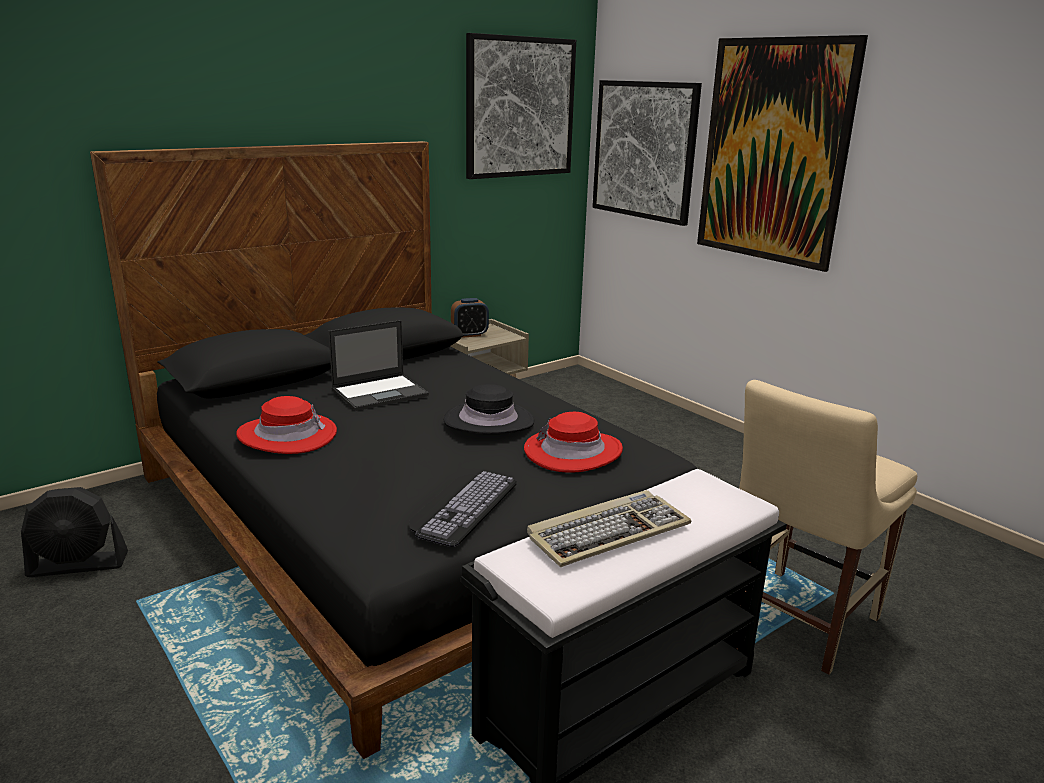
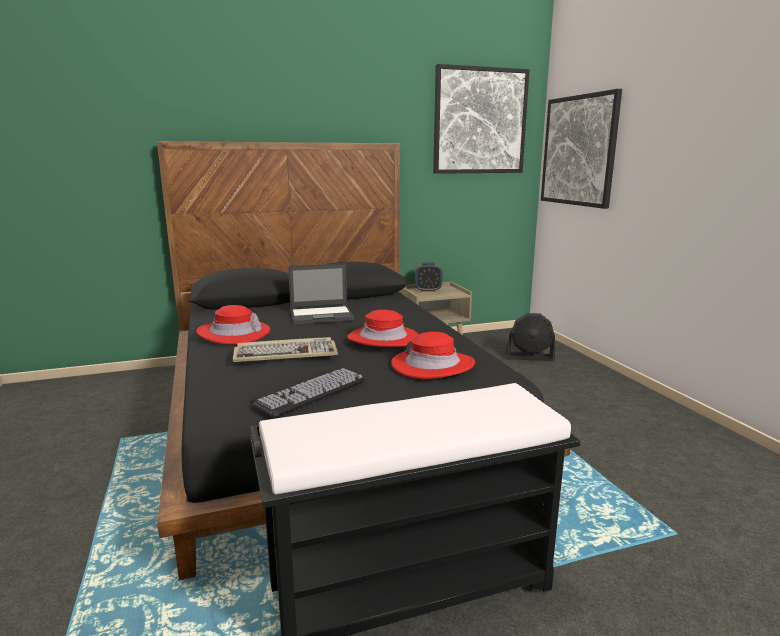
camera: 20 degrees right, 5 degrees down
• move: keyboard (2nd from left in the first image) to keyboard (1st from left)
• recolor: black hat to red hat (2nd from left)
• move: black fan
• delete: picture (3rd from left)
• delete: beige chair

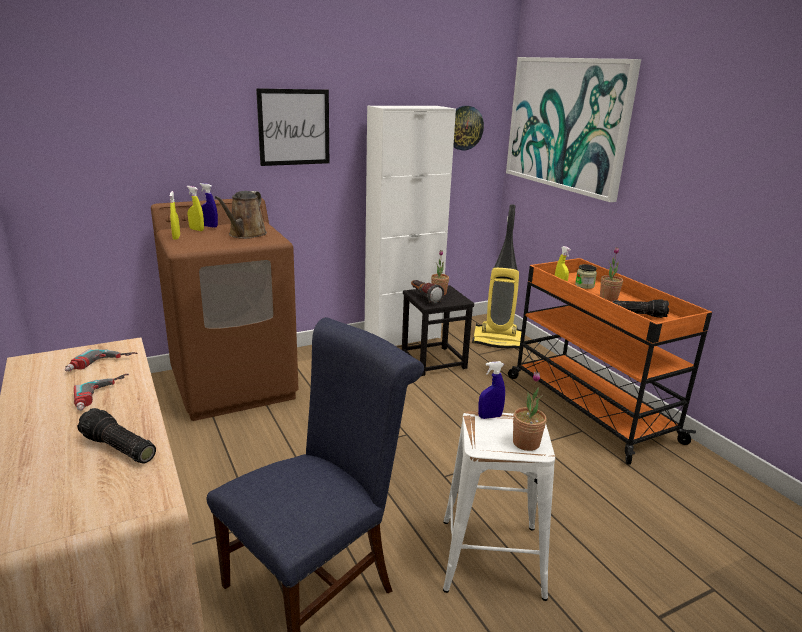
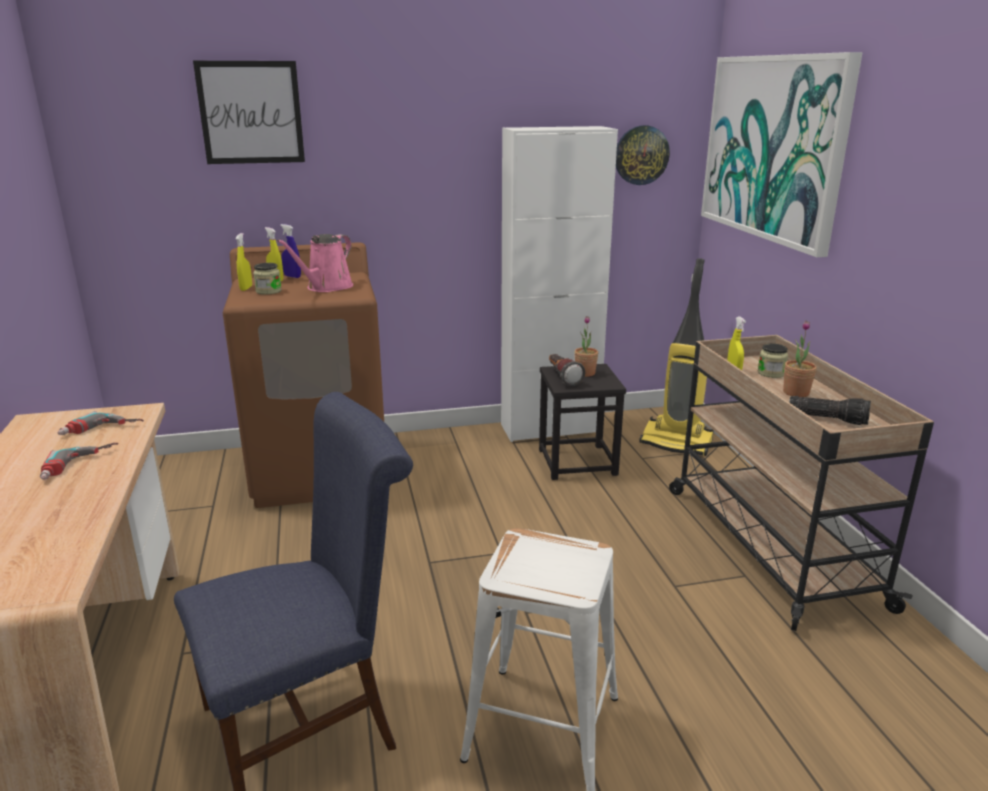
camera: 15 degrees right, 0 degrees up
• move: picture (1st from left)
• insert: jar (1st from left)
• recolor: brown watering can to pink watering can
• recolor: orange cart to beige cart
• delete: flashlight (1st from left)
• delete: blue spray bottle (2nd from left)
• delete: potted plant (2nd from left)

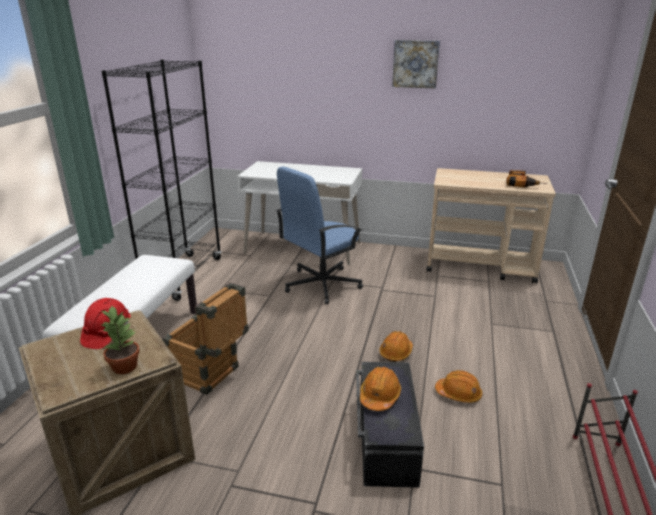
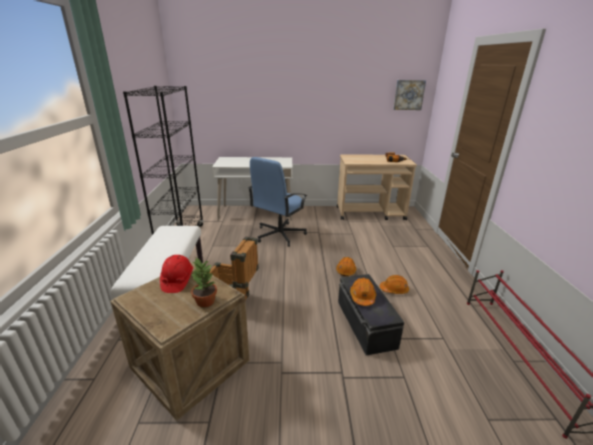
camera: 15 degrees left, 0 degrees up
• move: picture

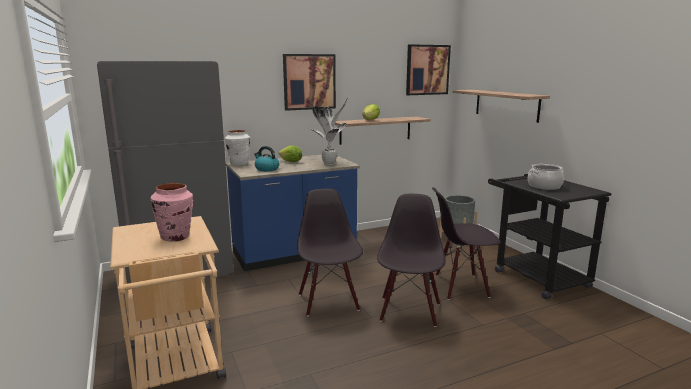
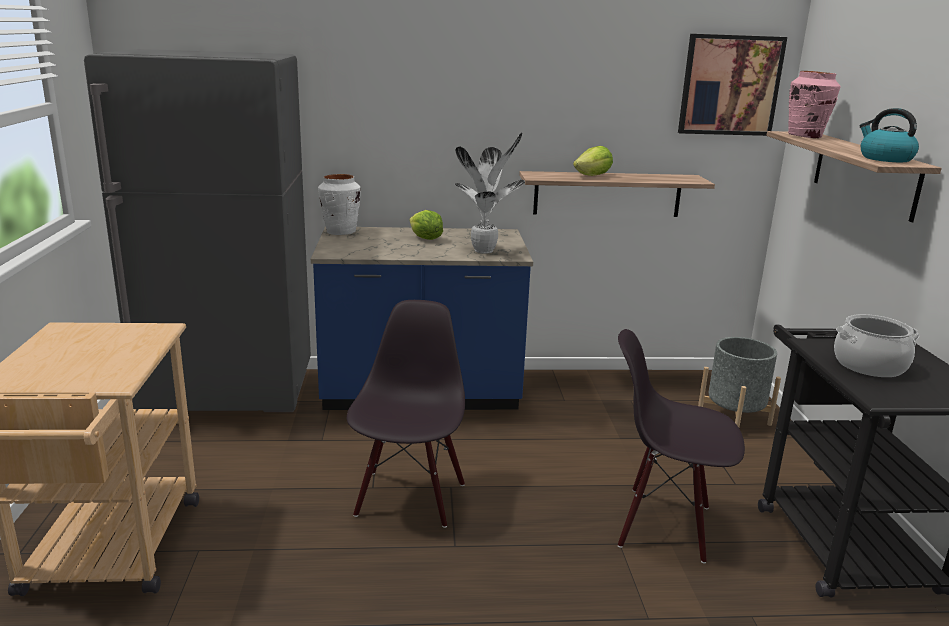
camera: 20 degrees right, 5 degrees up
• move: pink vase
• move: kettle
• delete: picture (1st from left)
• delete: black chair (2nd from left)

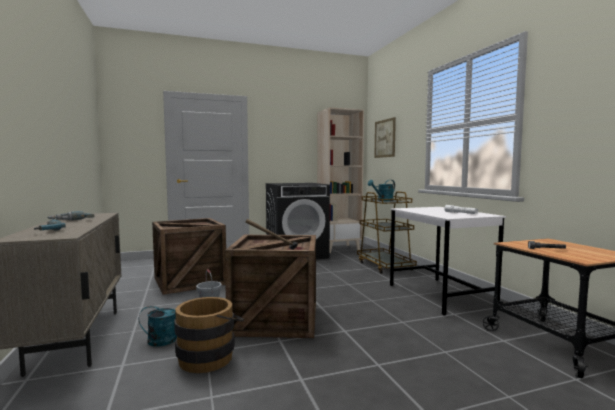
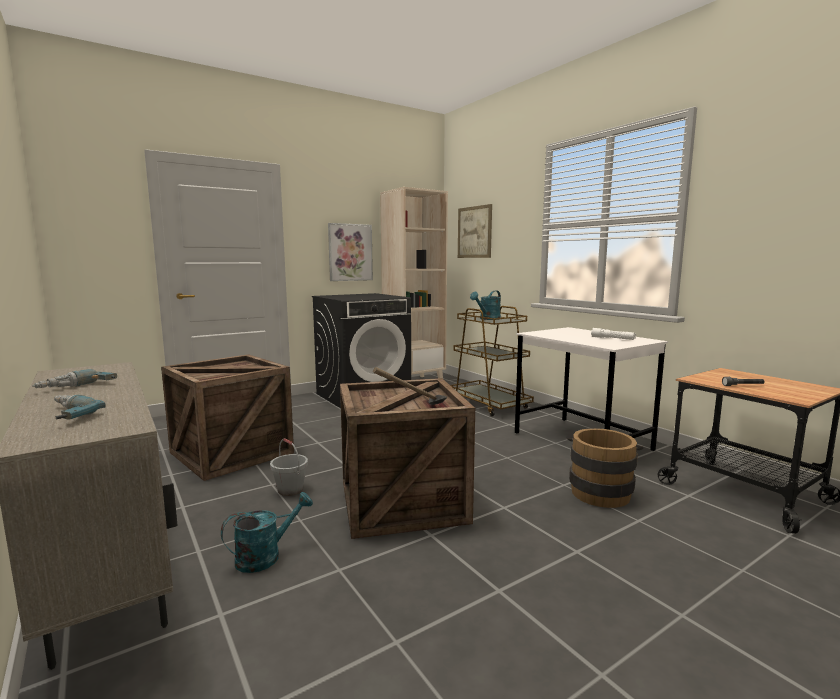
camera: 15 degrees left, 5 degrees up
• insert: picture (1st from left)
• move: brown bucket

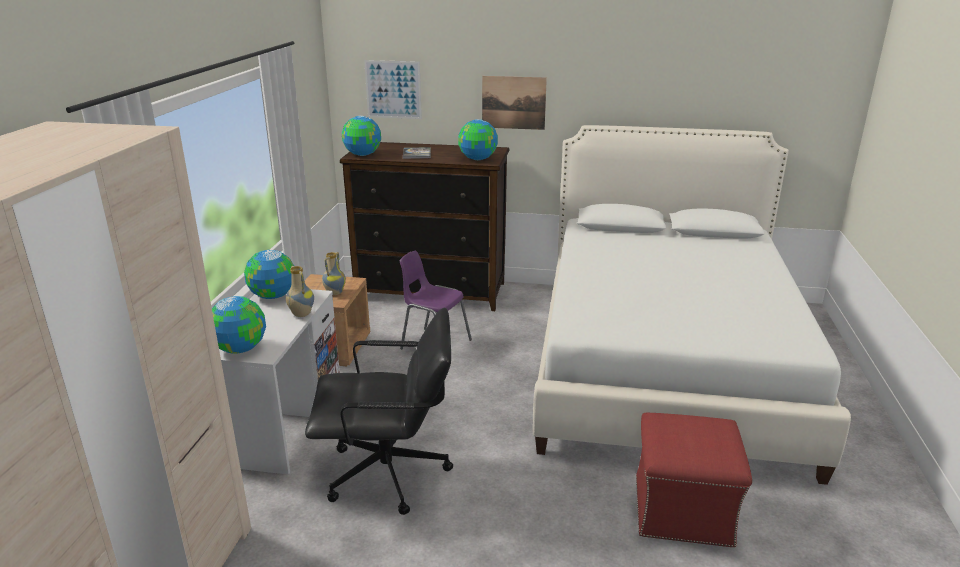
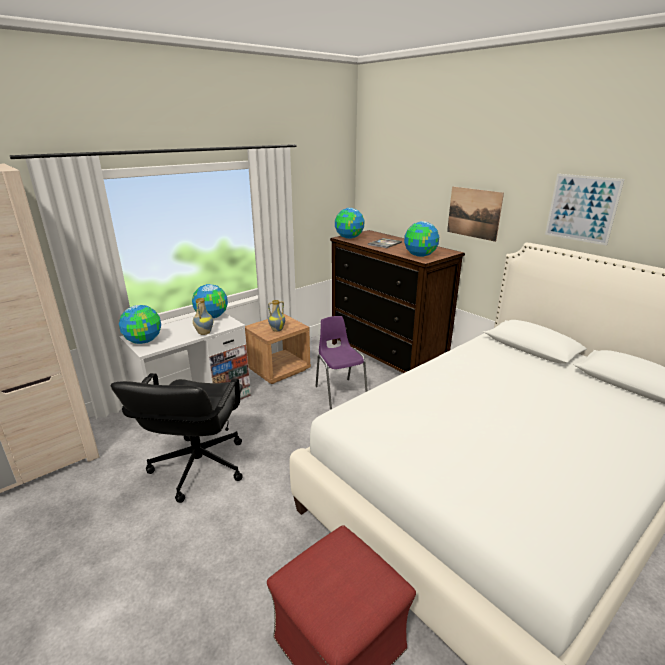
camera: 40 degrees right, 0 degrees up
• rotate: black office chair 60 degrees clockwise
• move: picture (1st from left in the first image) to picture (2nd from left)

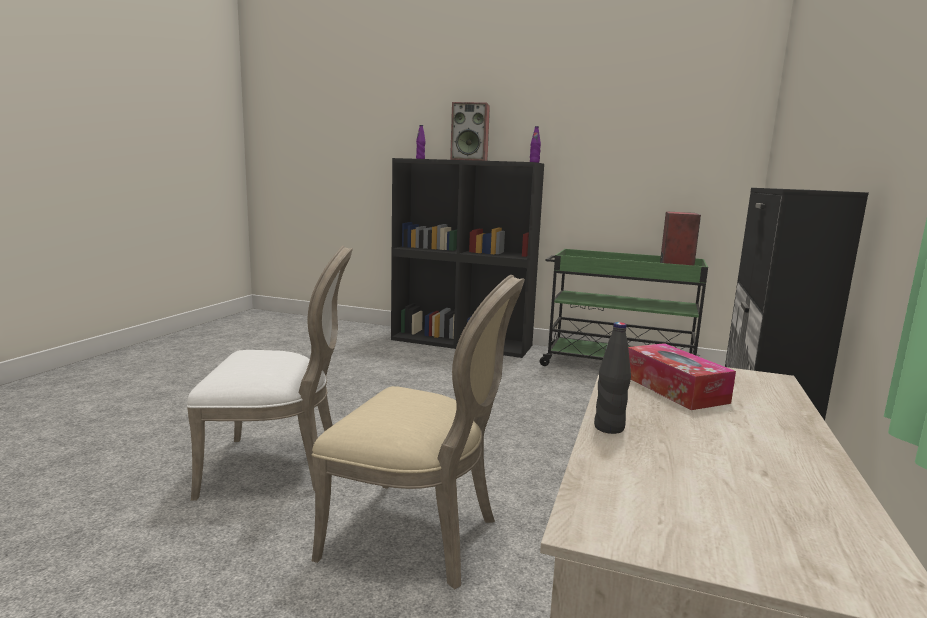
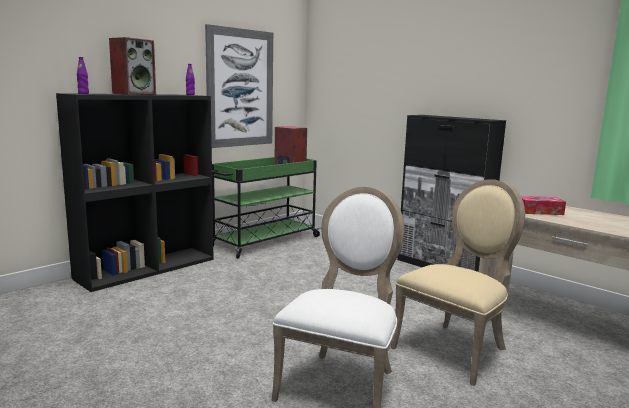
camera: 65 degrees left, 0 degrees up
• insert: picture
• delete: black bottle

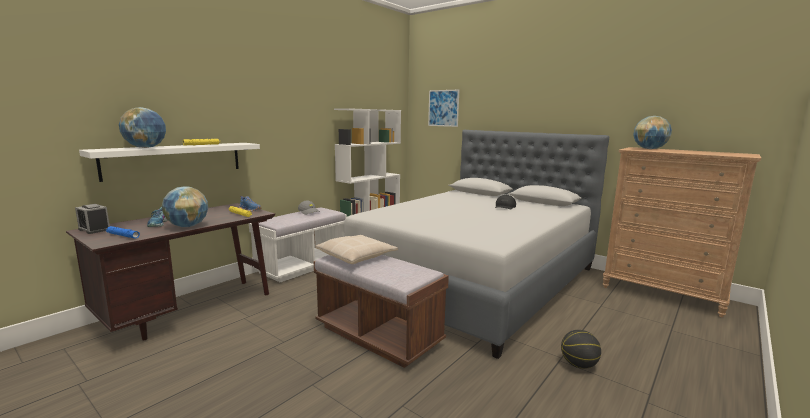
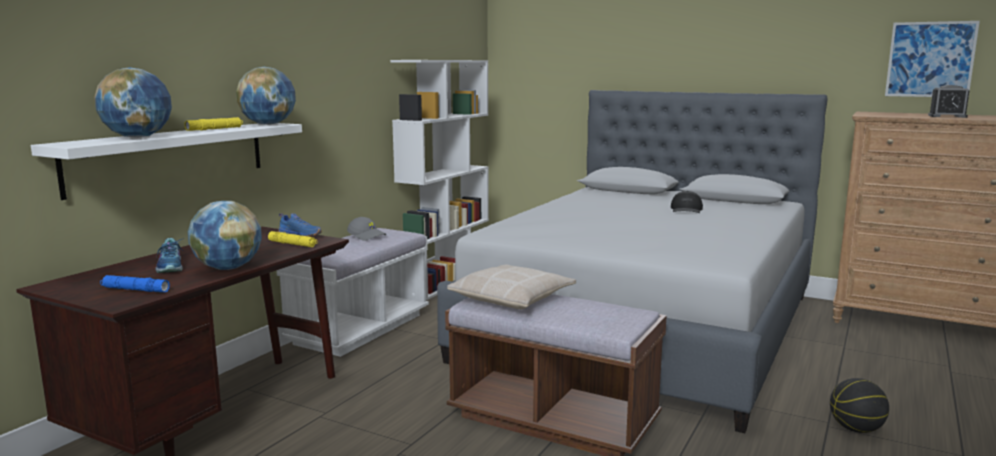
camera: 10 degrees left, 0 degrees up
• move: globe (3rd from left)
• move: picture
• move: alarm clock

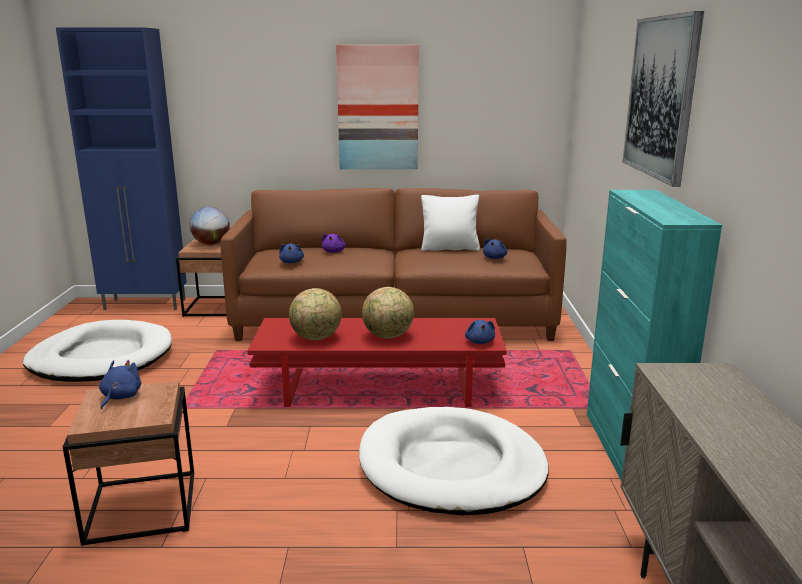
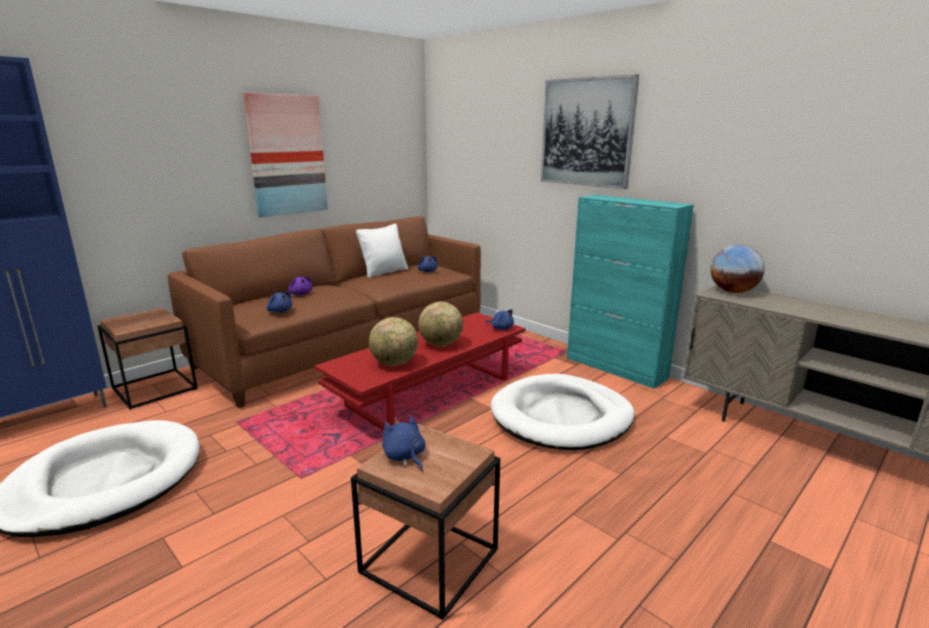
camera: 45 degrees left, 0 degrees up
• move: globe (1st from left in the first image) to globe (3rd from left)

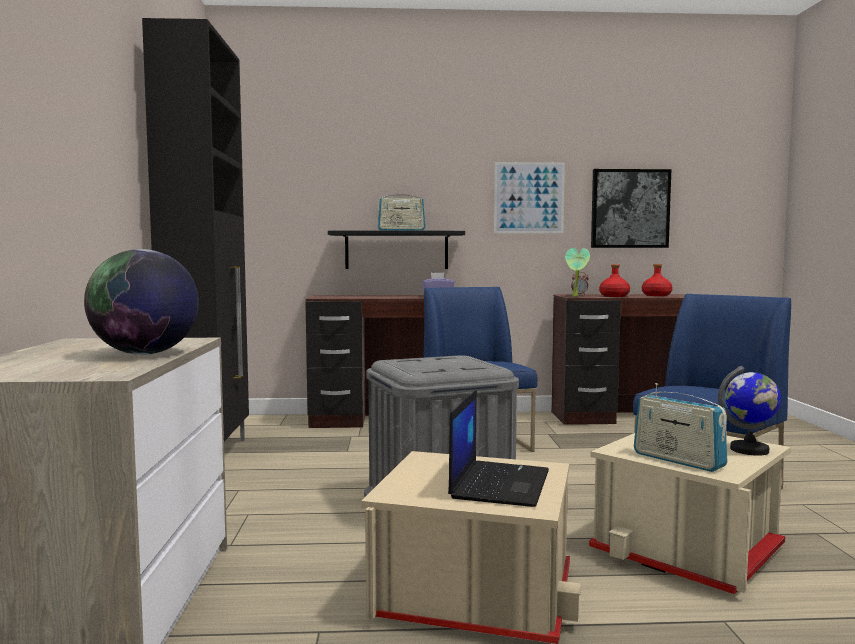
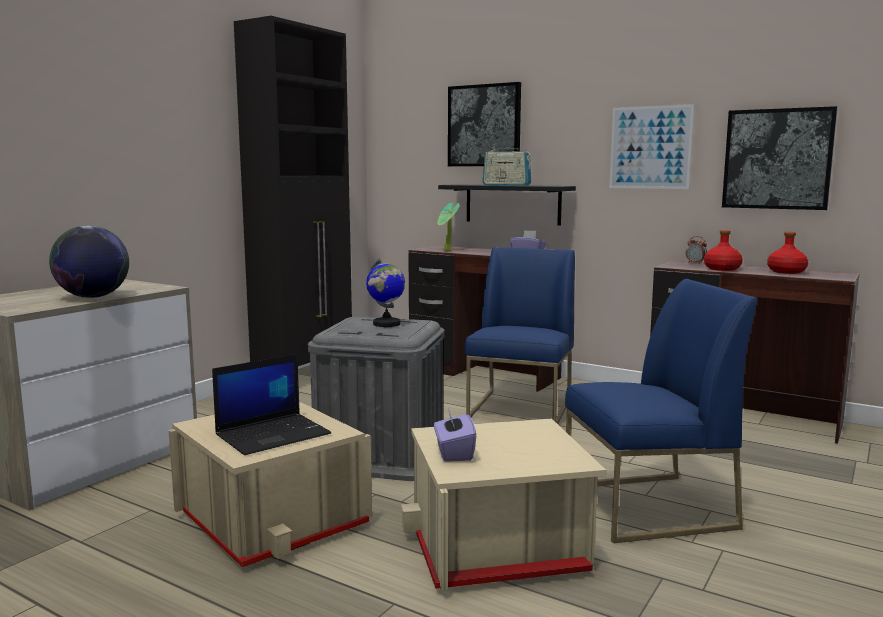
camera: 35 degrees right, 5 degrees up
• move: globe (2nd from left)
• replace: radio (2nd from left) to purple tissue box (1st from left)
• move: potted plant
• insert: picture (1st from left)

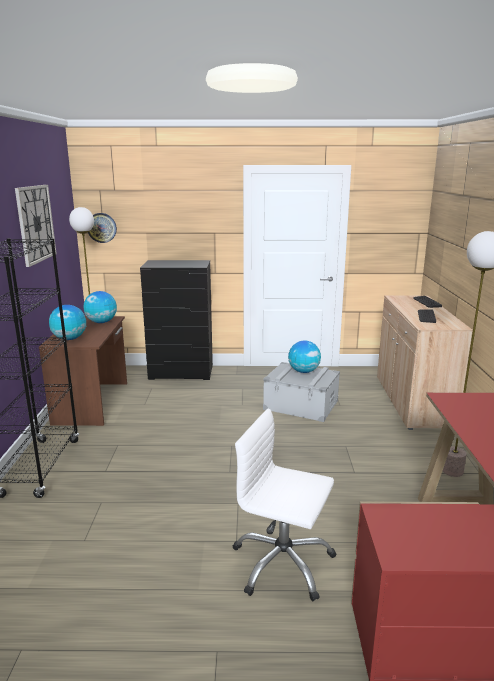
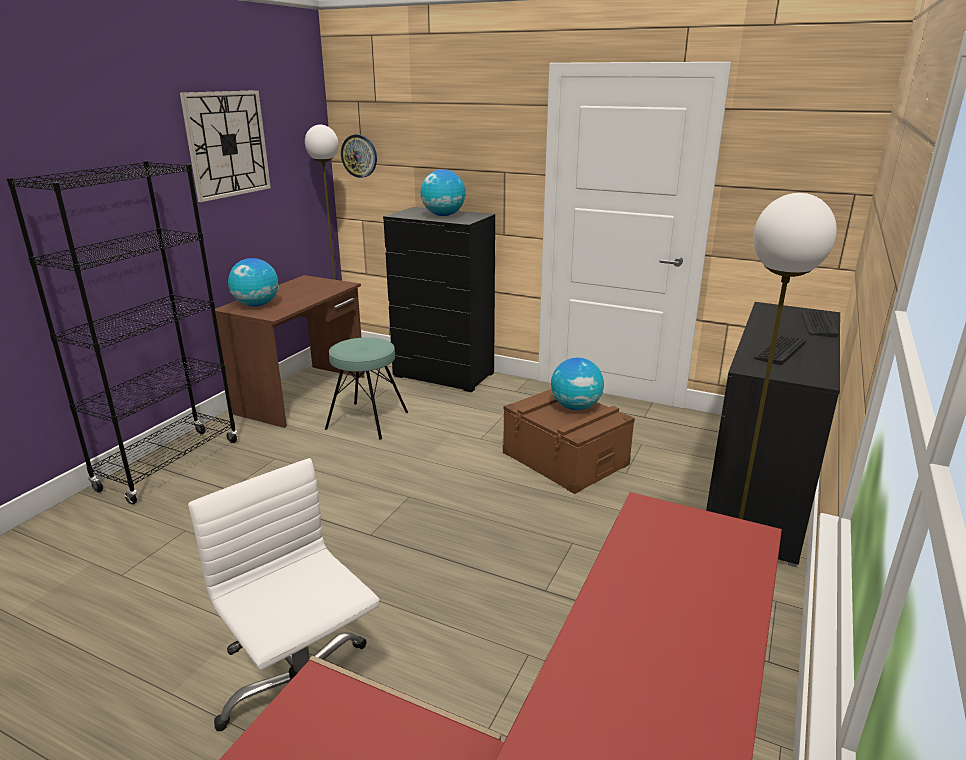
camera: 25 degrees right, 5 degrees up
• insert: turquoise stool
• move: globe (2nd from left)
• recolor: grey storage box to brown storage box
• recolor: beige cabinet to black cabinet

